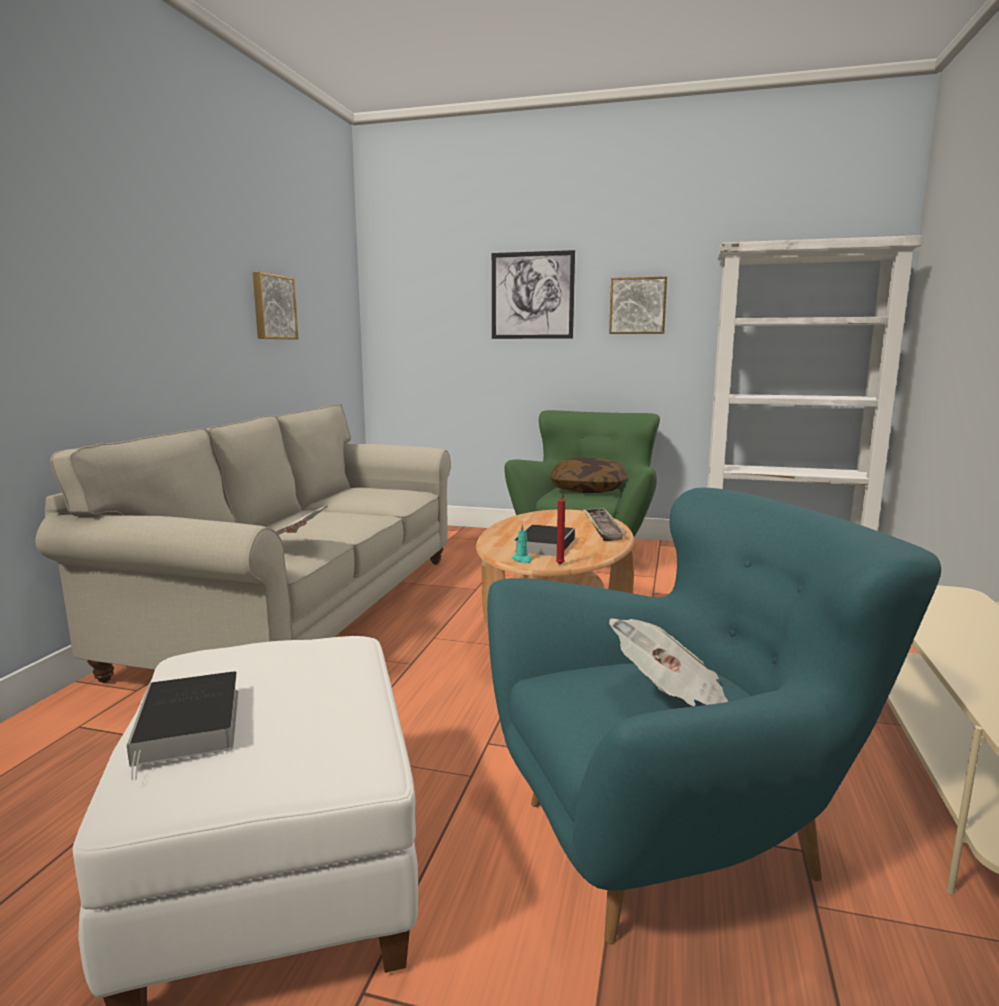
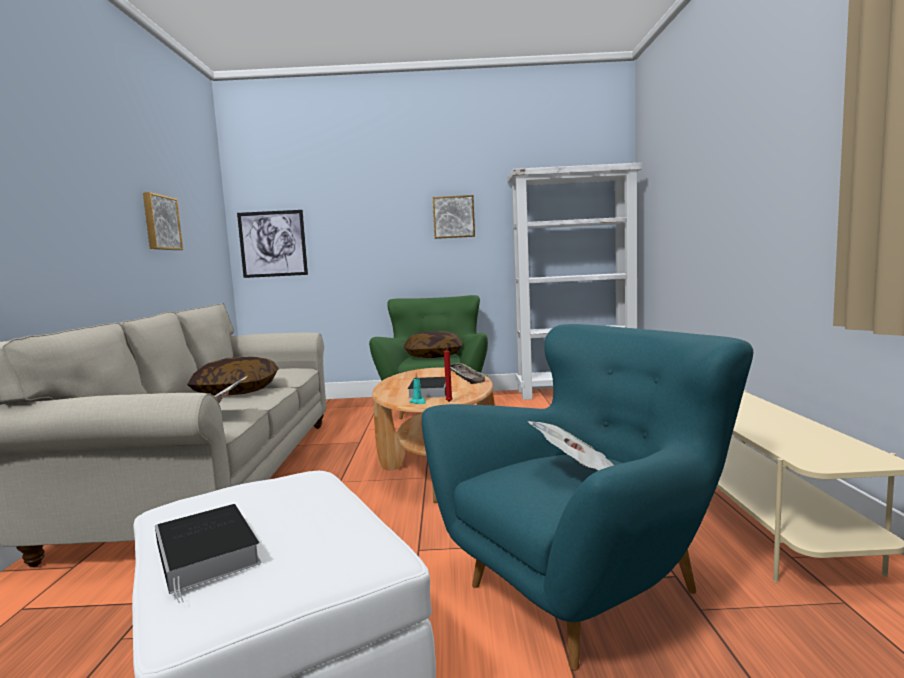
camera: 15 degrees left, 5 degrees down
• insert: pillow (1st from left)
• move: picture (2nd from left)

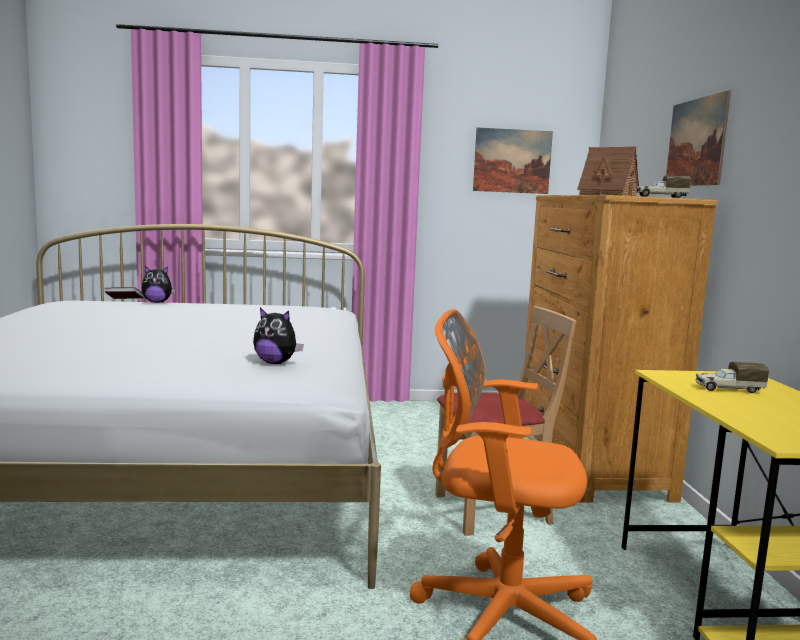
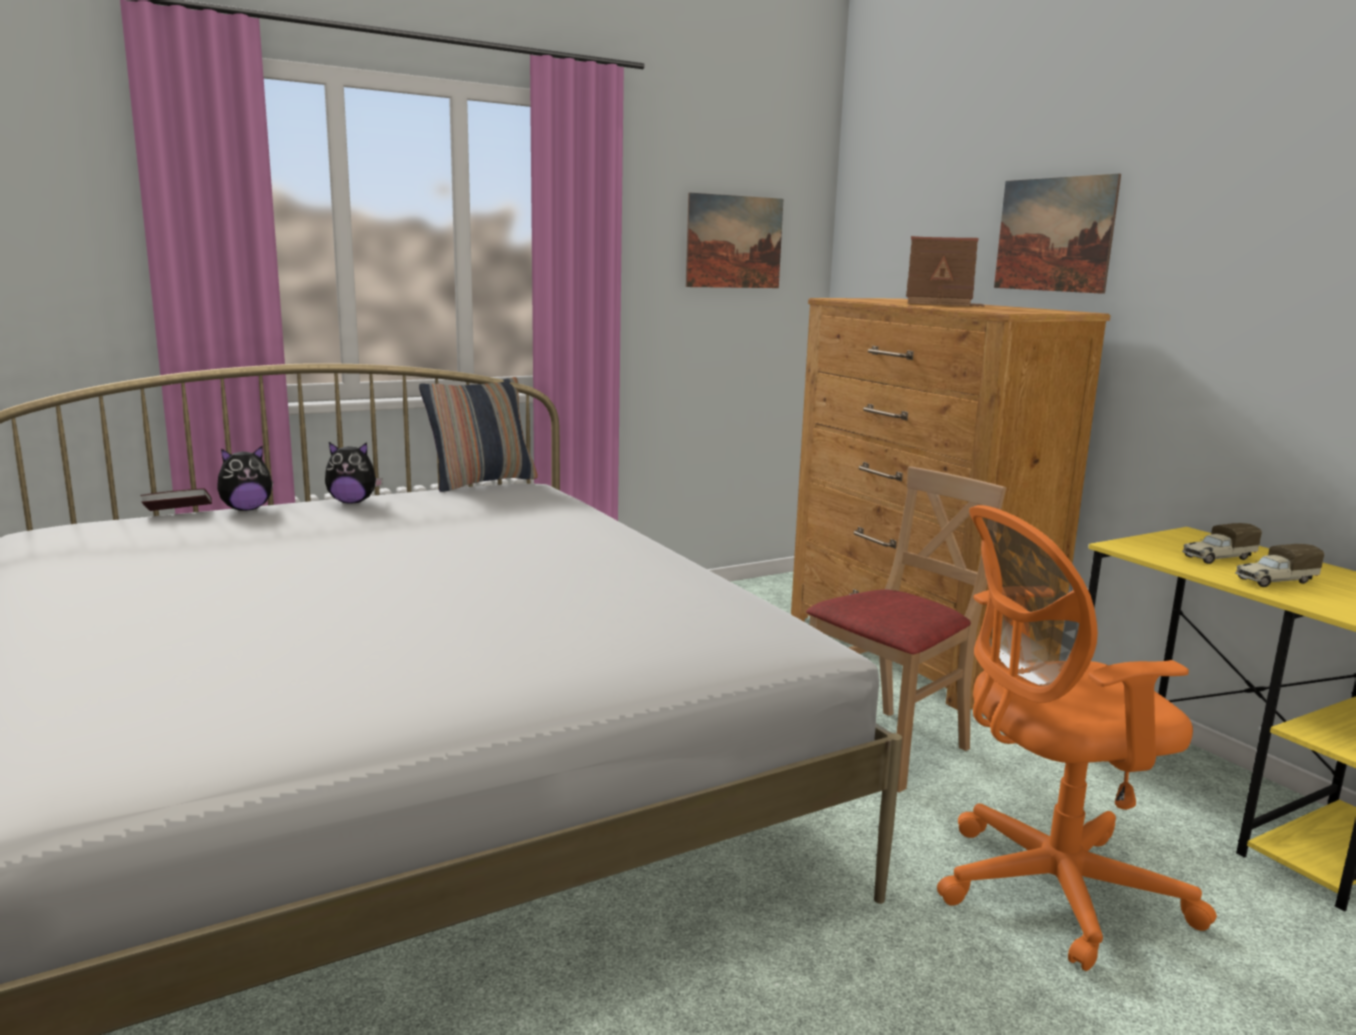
camera: 25 degrees left, 5 degrees up
• move: plush toy (2nd from left)
• insert: pillow
• move: toy truck (1st from left in the first image) to toy truck (2nd from left)

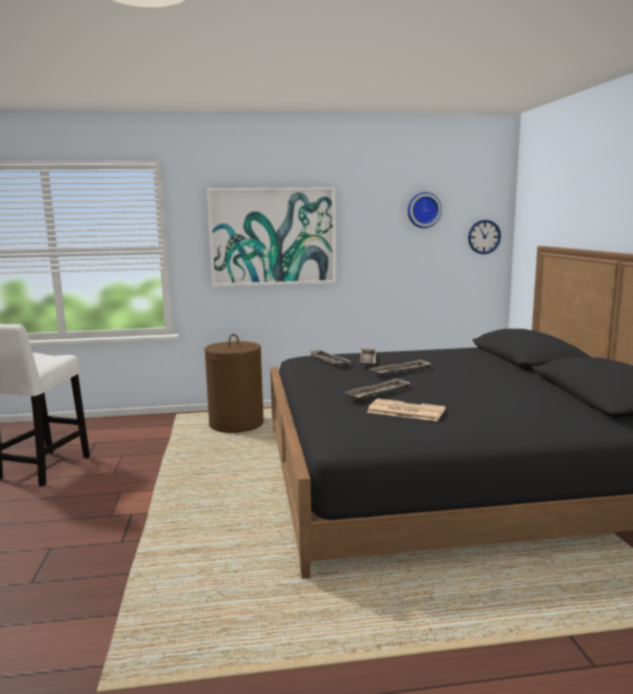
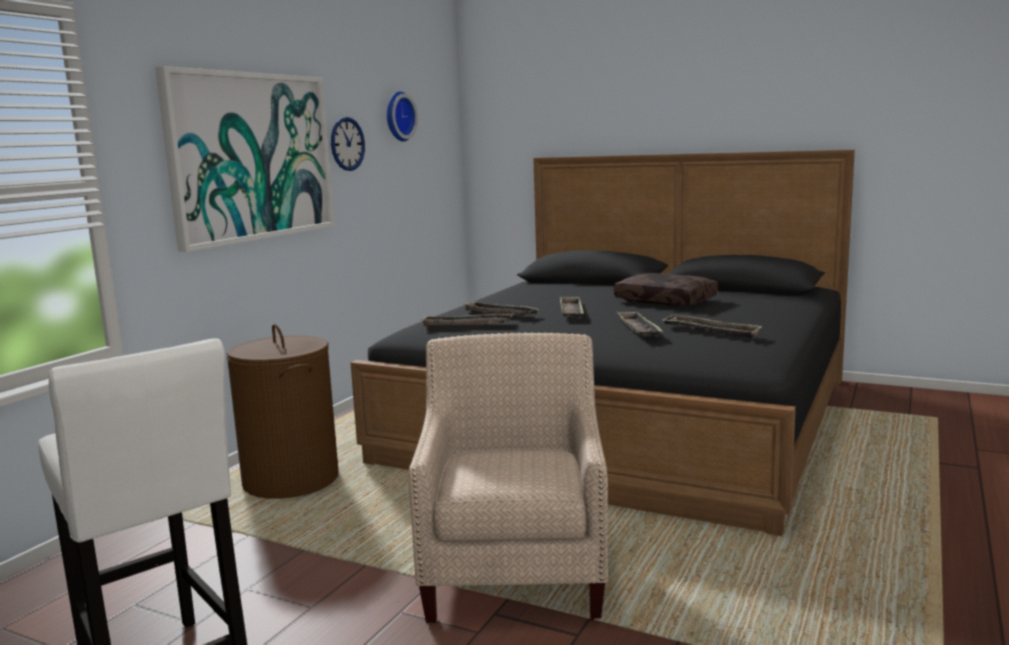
camera: 55 degrees left, 0 degrees up
• move: wall clock (2nd from left in the first image) to wall clock (1st from left)
• insert: beige armchair
• insert: brown pillow
• replace: newspaper to tray (5th from left)

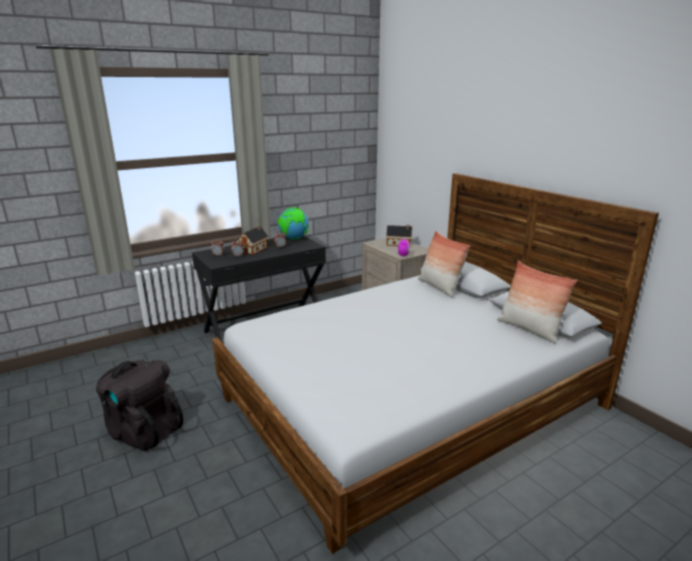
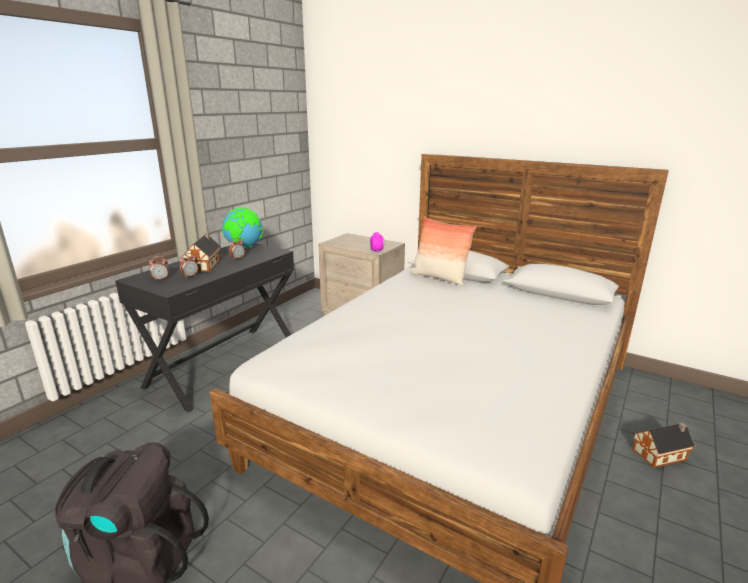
camera: 25 degrees left, 0 degrees up
• move: toy house (2nd from left)
• delete: pillow (2nd from left)

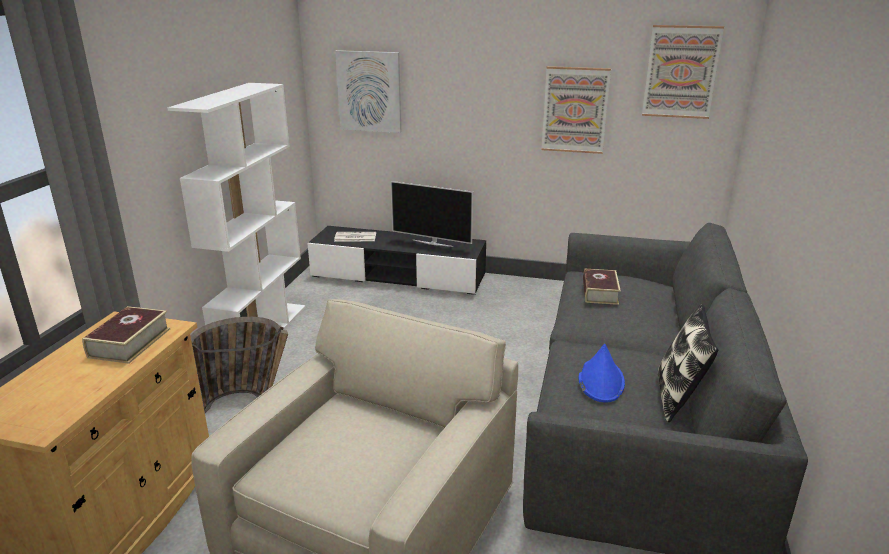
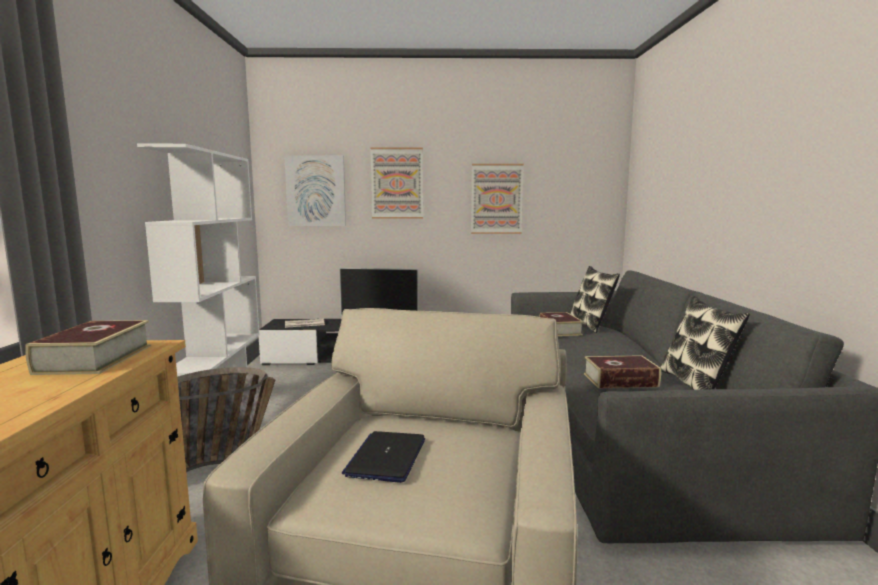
camera: 15 degrees left, 15 degrees down
• insert: laptop
• move: picture (3rd from left in the first image) to picture (2nd from left)
• insert: pillow (1st from left)
• replace: blue hat to book (3rd from left)

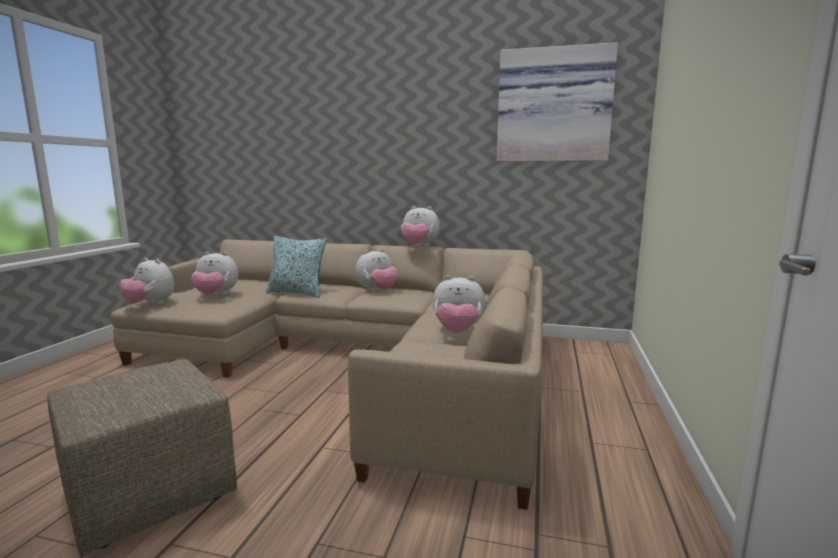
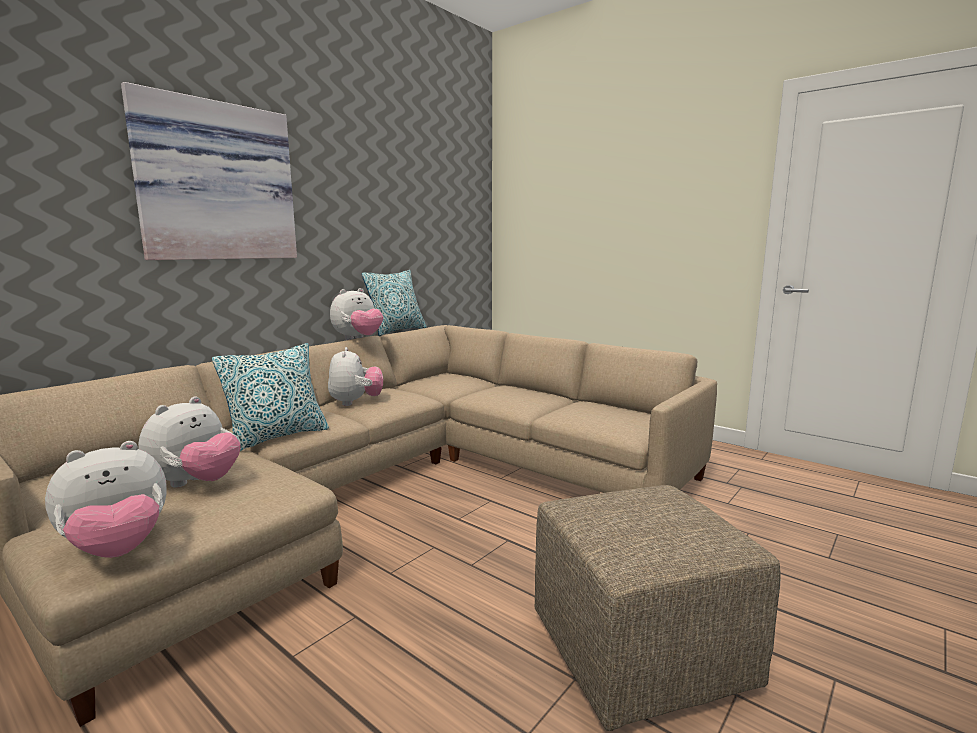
camera: 65 degrees left, 0 degrees up
• move: picture
• insert: pillow (2nd from left)
• delete: plush toy (5th from left)

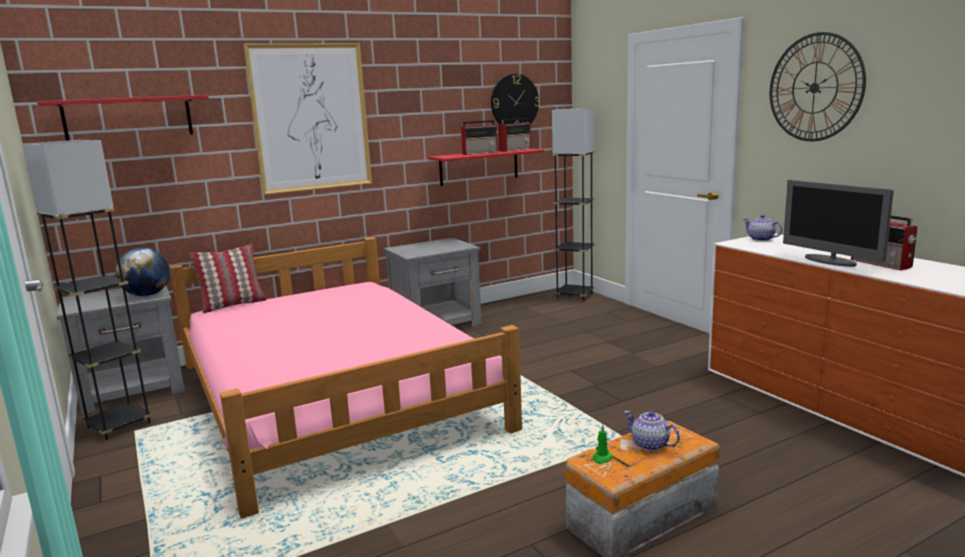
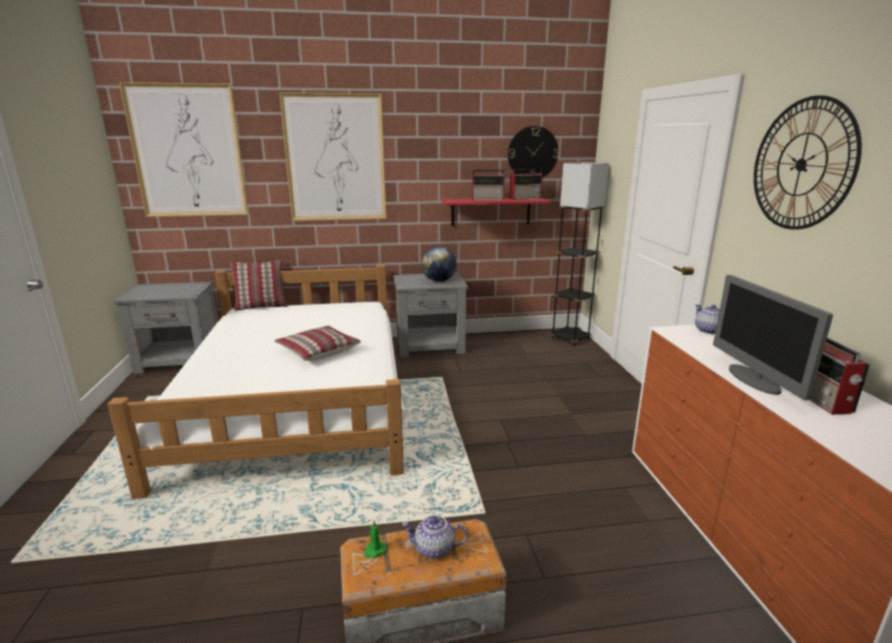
camera: 20 degrees right, 5 degrees up
• recolor: pink bed to white bed
• replace: red shelf (1st from left) to picture (1st from left)
• insert: pillow (2nd from left)
• rotate: teapot (1st from left) 60 degrees counterclockwise
• move: globe
• delete: grey floor lamp (1st from left)

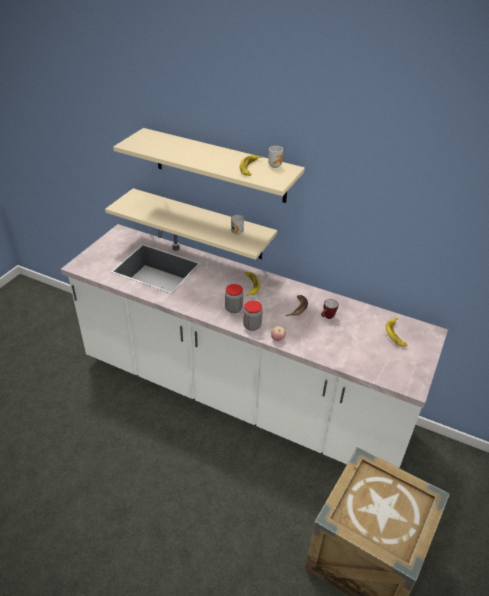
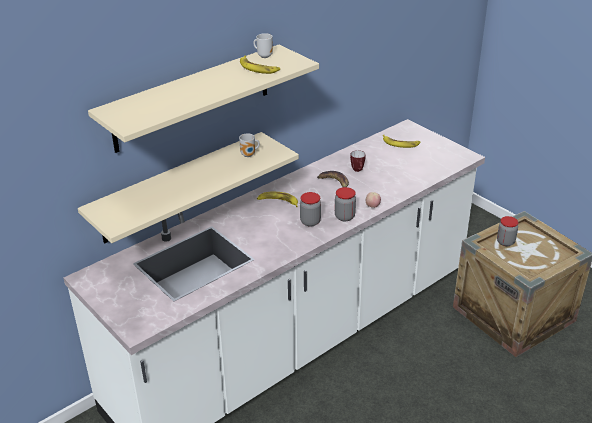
camera: 65 degrees left, 5 degrees down
• insert: jar (3rd from left)

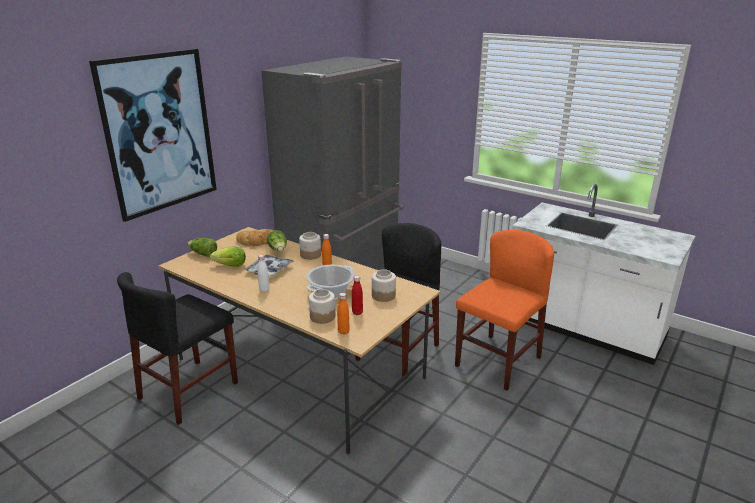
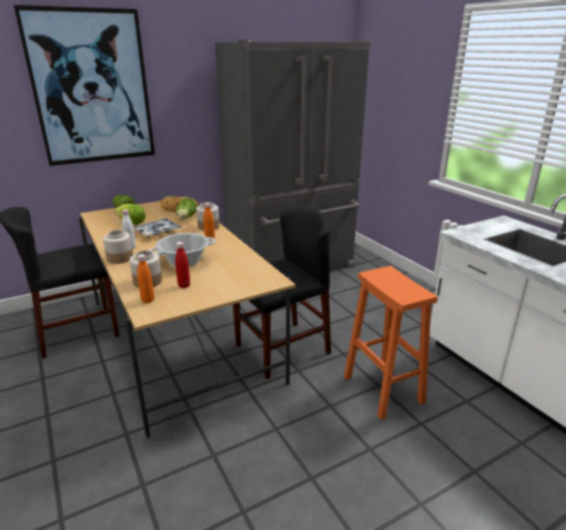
camera: 25 degrees right, 0 degrees up
• move: jar (3rd from left in the first image) to jar (1st from left)
• replace: orange chair to orange stool

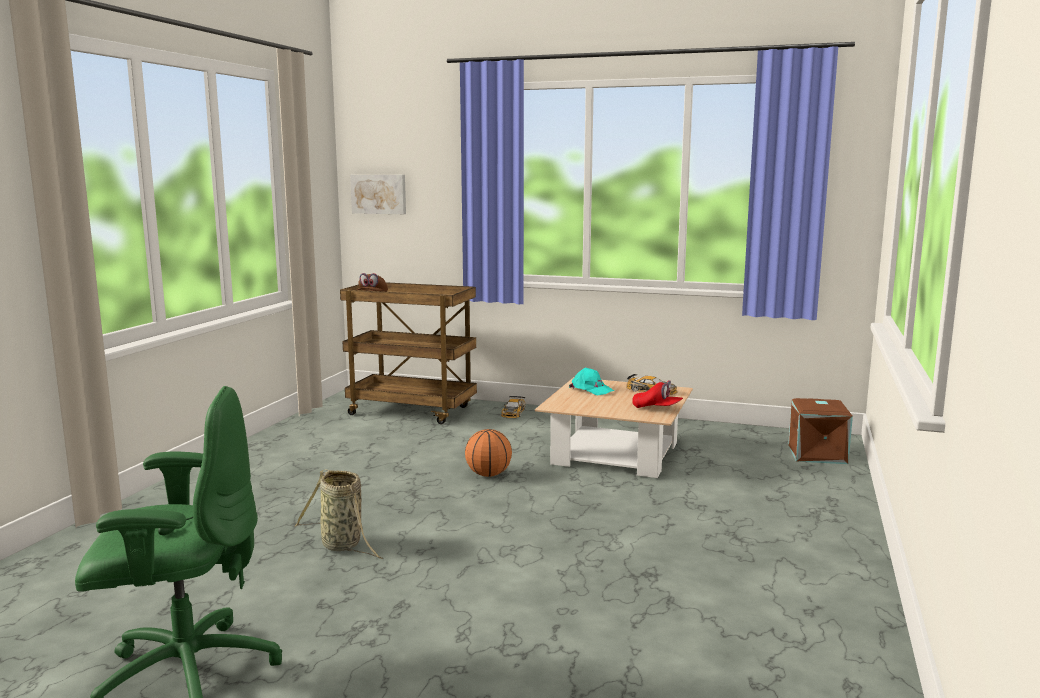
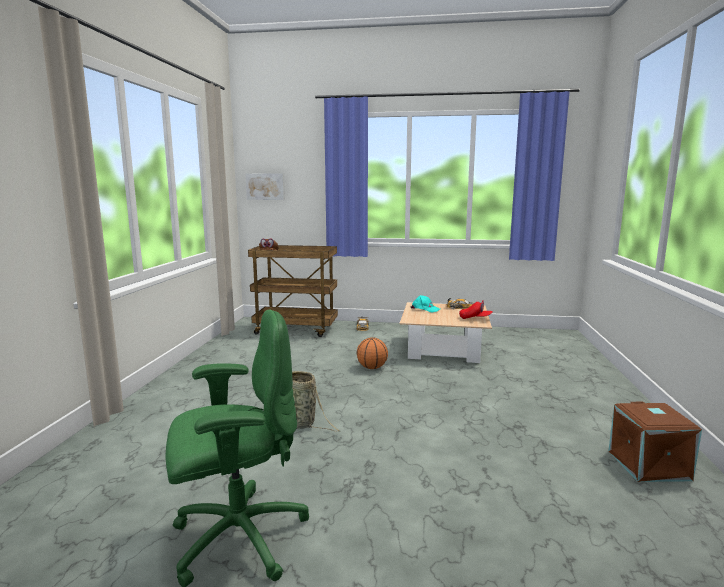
camera: 10 degrees left, 0 degrees up
• move: brown storage box

